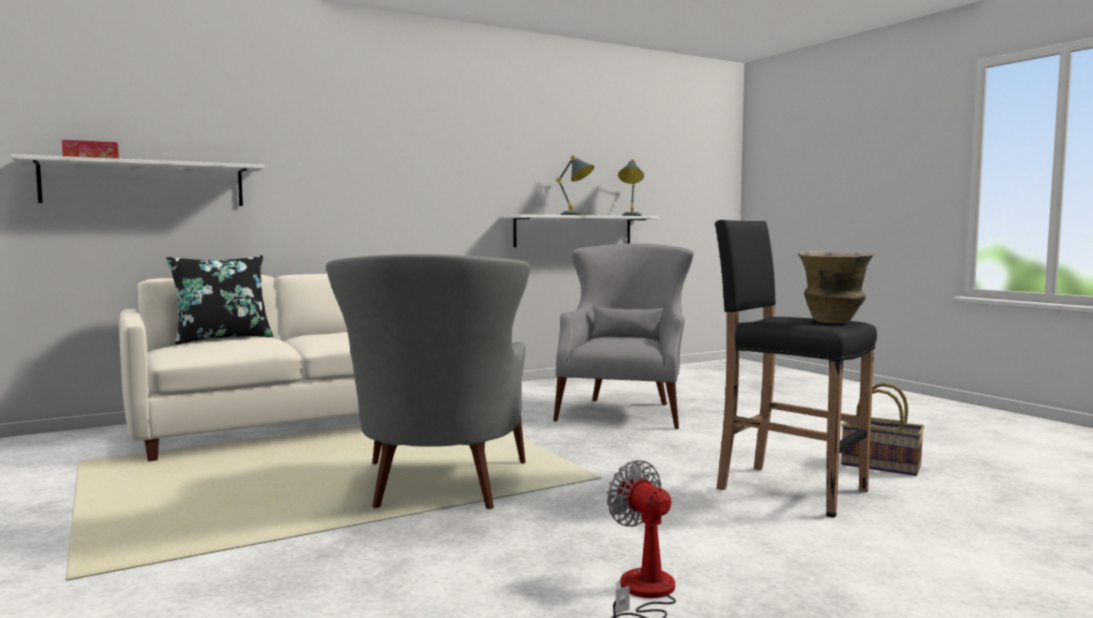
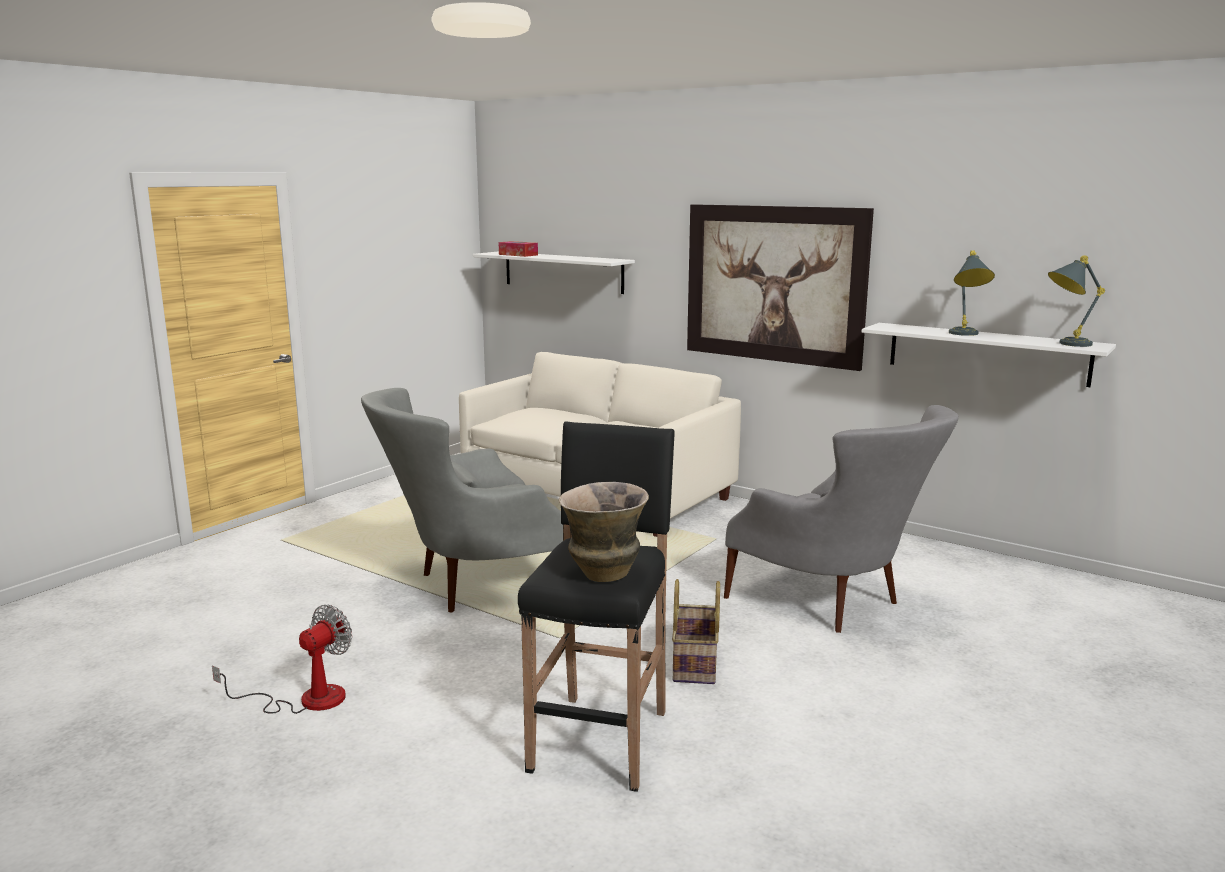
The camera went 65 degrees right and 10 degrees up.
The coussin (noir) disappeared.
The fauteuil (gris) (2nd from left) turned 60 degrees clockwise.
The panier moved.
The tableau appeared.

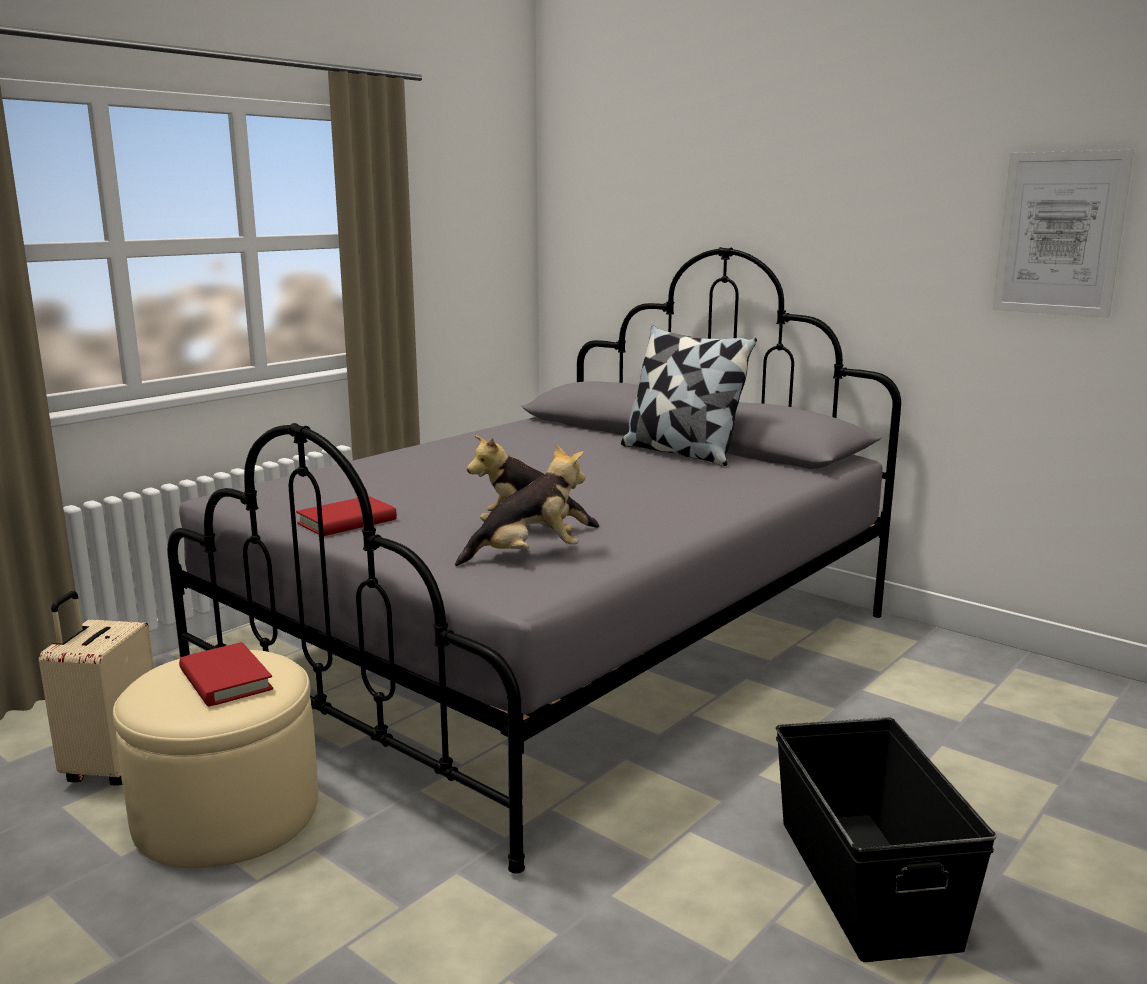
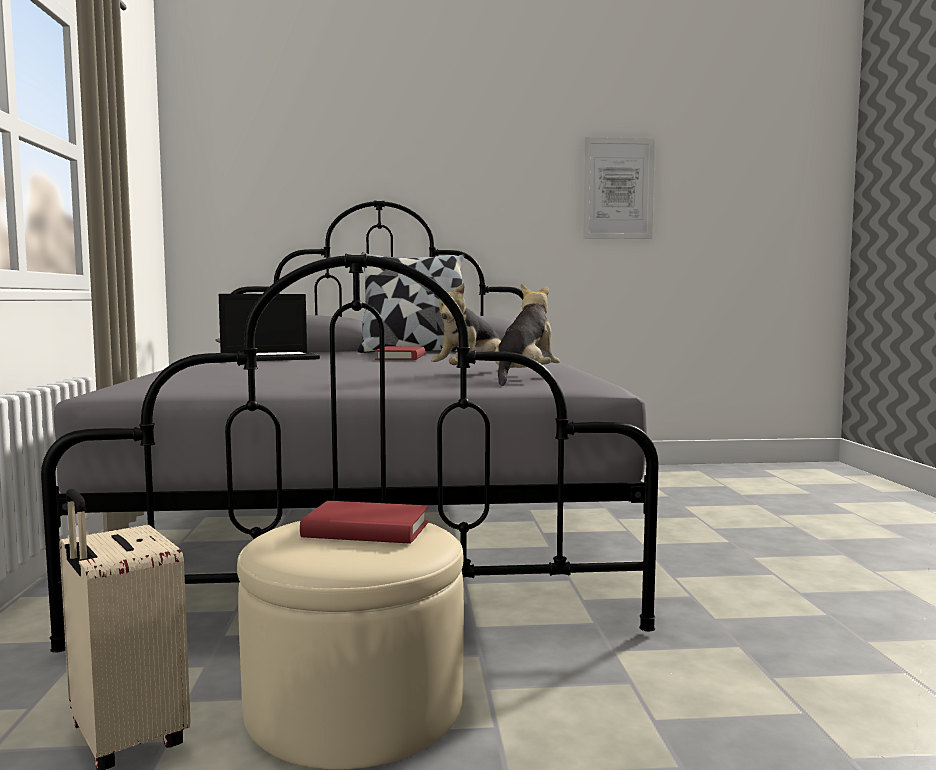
The camera went 45 degrees left and 10 degrees down.
The livre (rouge) (2nd from left) moved.
The boîte de rangement (noir) disappeared.
The ordinateur portable appeared.

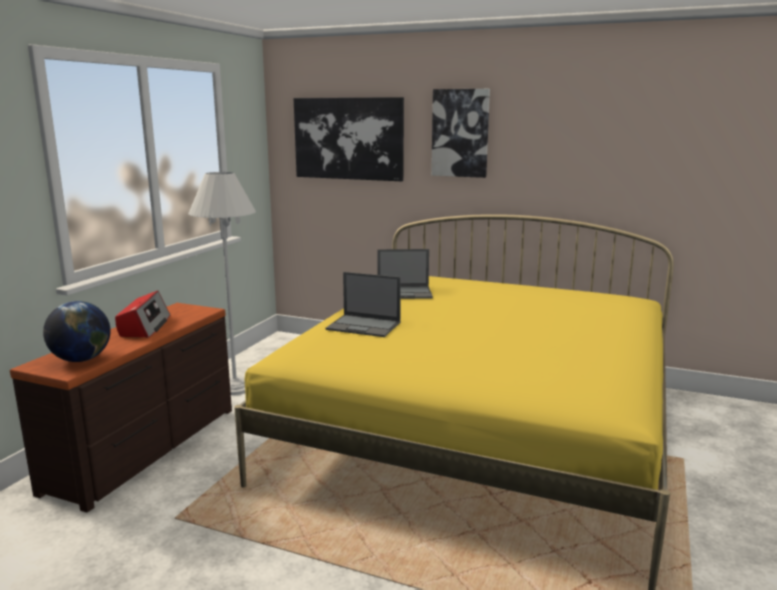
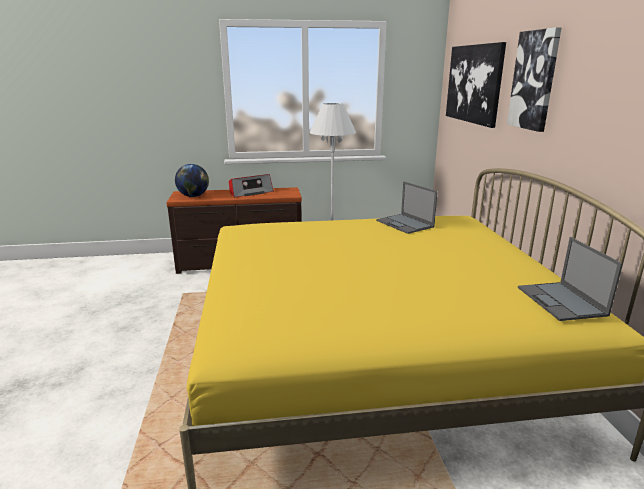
The camera went 60 degrees right and 5 degrees up.
The ordinateur portable (1st from left in the first image) moved.

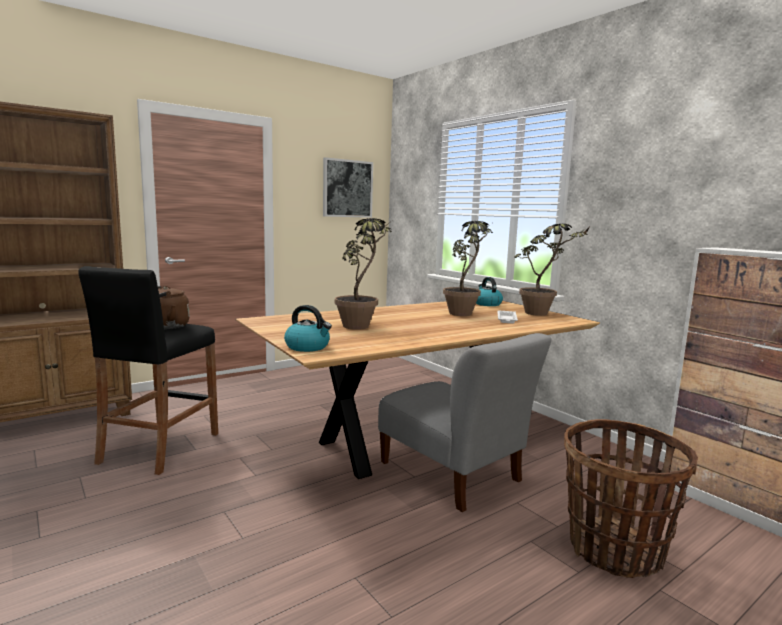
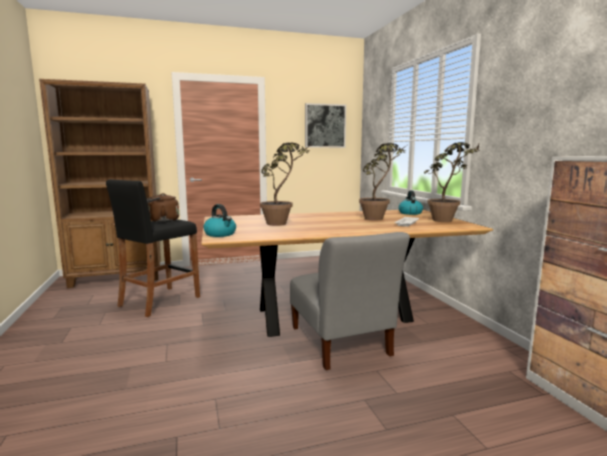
The camera went 20 degrees right and 0 degrees up.
The panier disappeared.

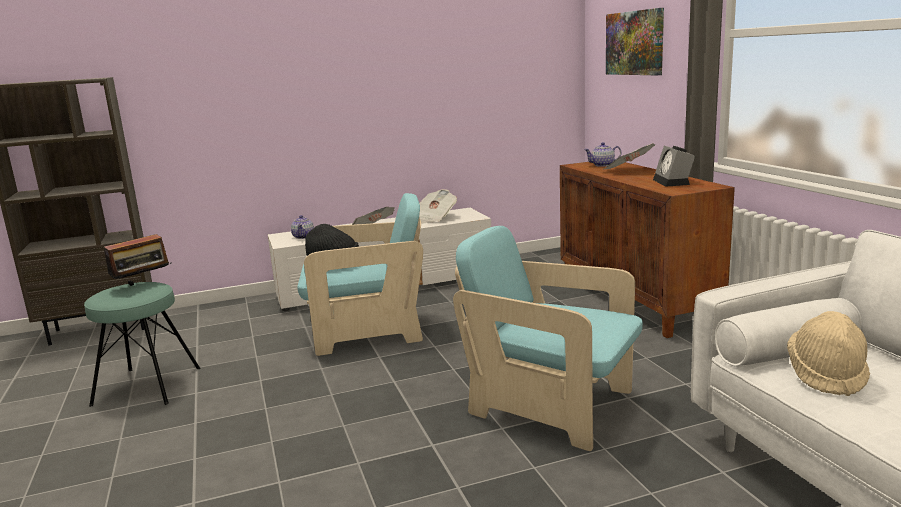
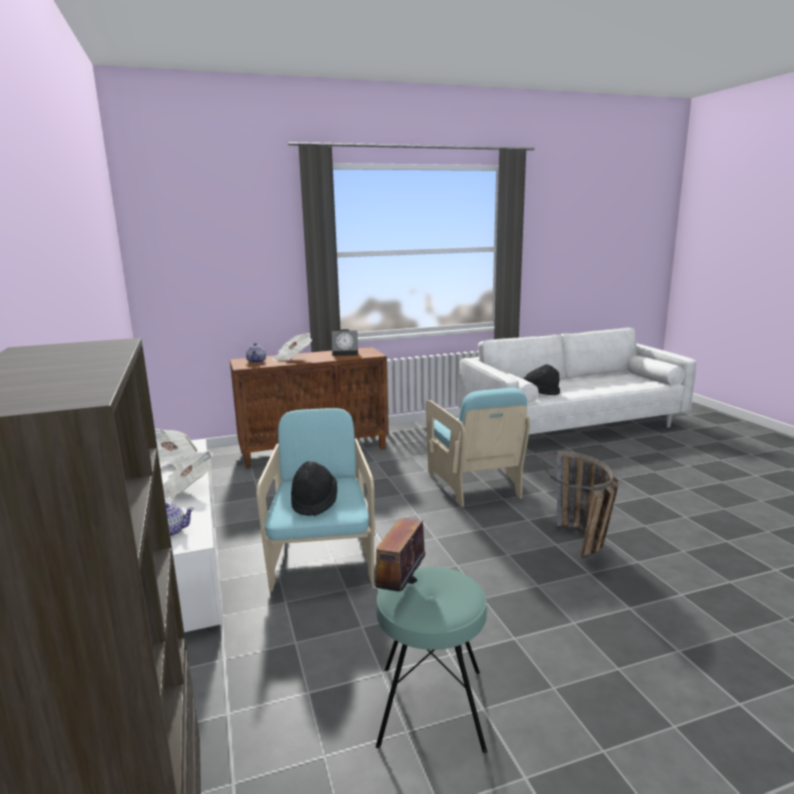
The camera went 90 degrees left and 0 degrees up.
The radio turned 120 degrees counterclockwise.
The fauteuil (turquoise) (2nd from left) turned 45 degrees counterclockwise.
The tableau disappeared.
The chapeau (beige) became the chapeau (noir) (2nd from left).
The panier appeared.

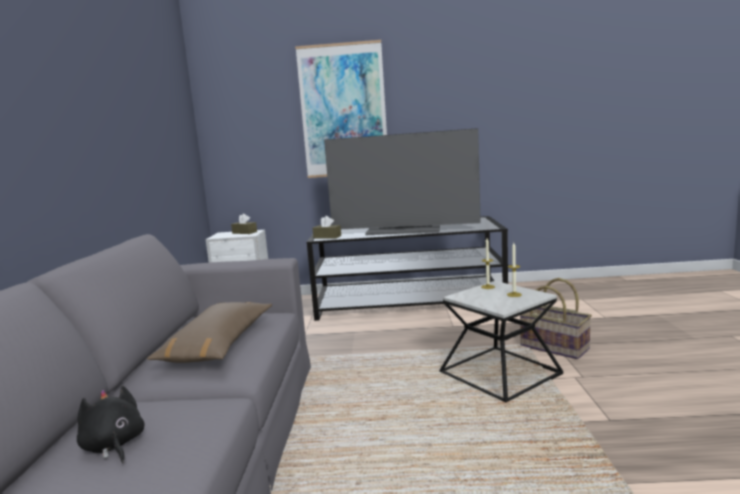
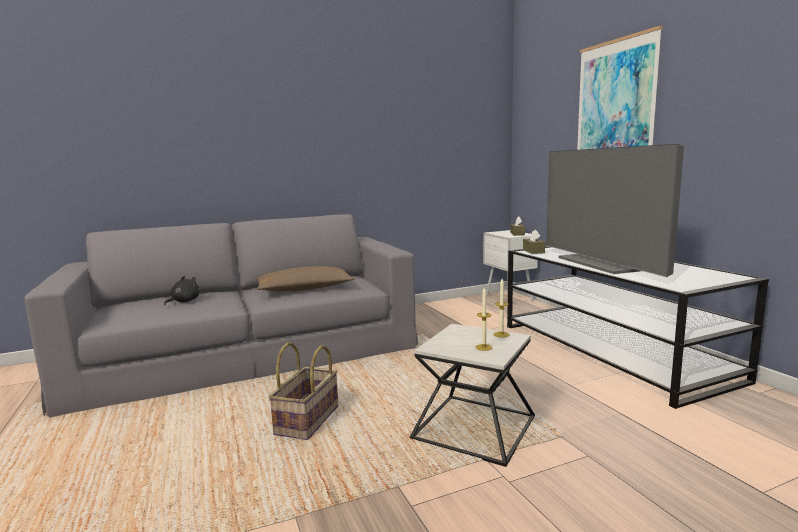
The camera went 65 degrees right and 0 degrees up.
The panier moved.

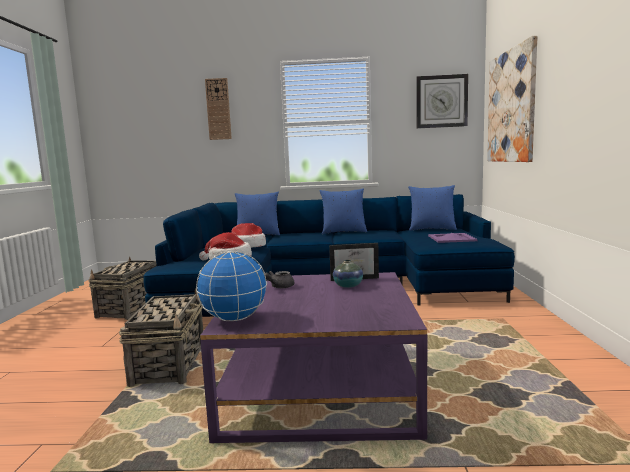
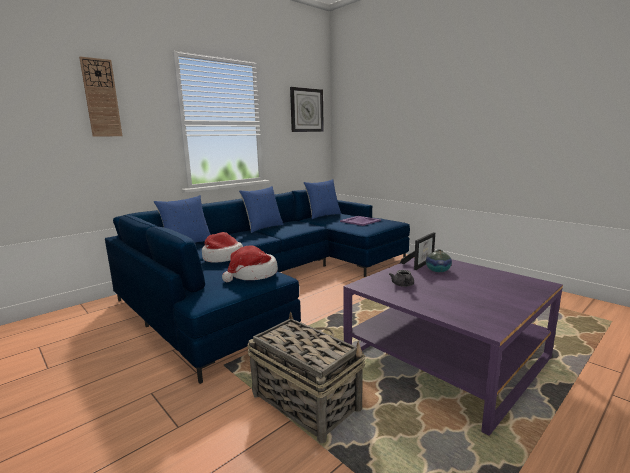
The camera went 45 degrees left and 5 degrees up.
The panier (1st from left) disappeared.
The globe disappeared.
The tableau disappeared.

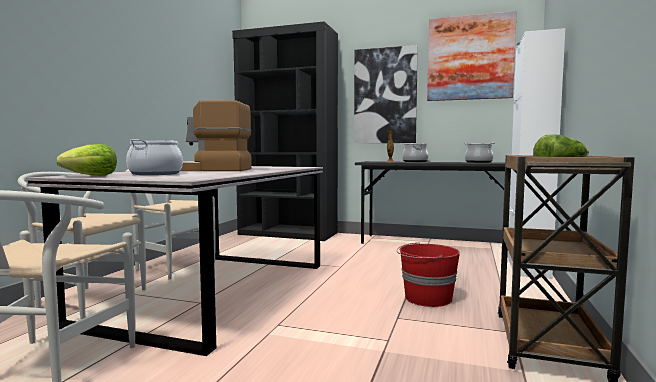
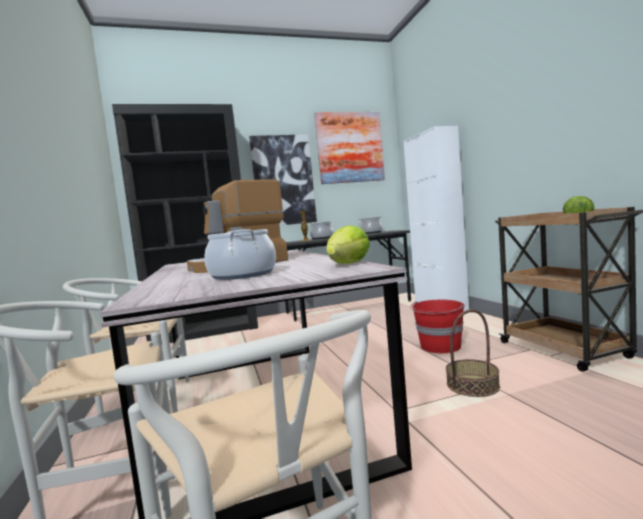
The camera went 35 degrees left and 0 degrees up.
The laitue (1st from left) moved.
The panier appeared.

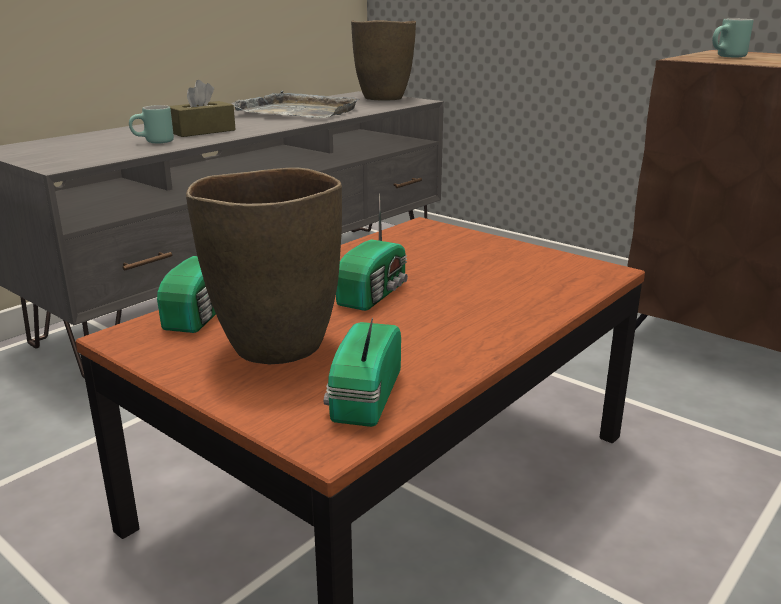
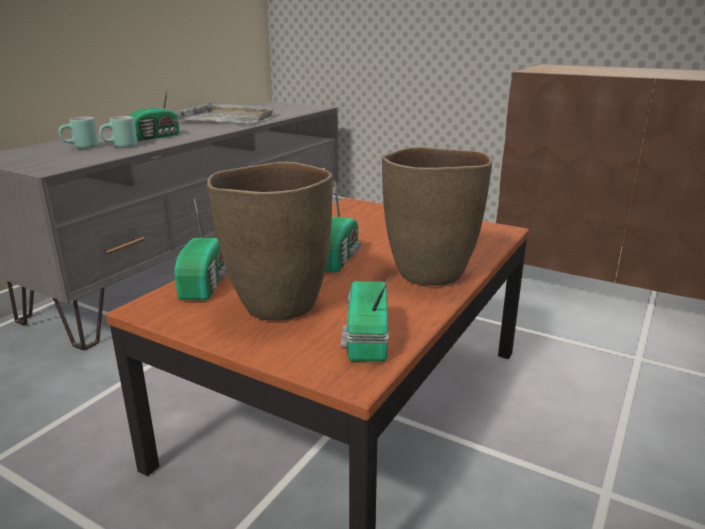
The camera went 10 degrees left and 0 degrees up.
The boîte à mouchoirs (marron) was replaced by the radio (1st from left).
The vase (marron) (2nd from left) moved.
The mug (turquoise) (2nd from left in the first image) moved.

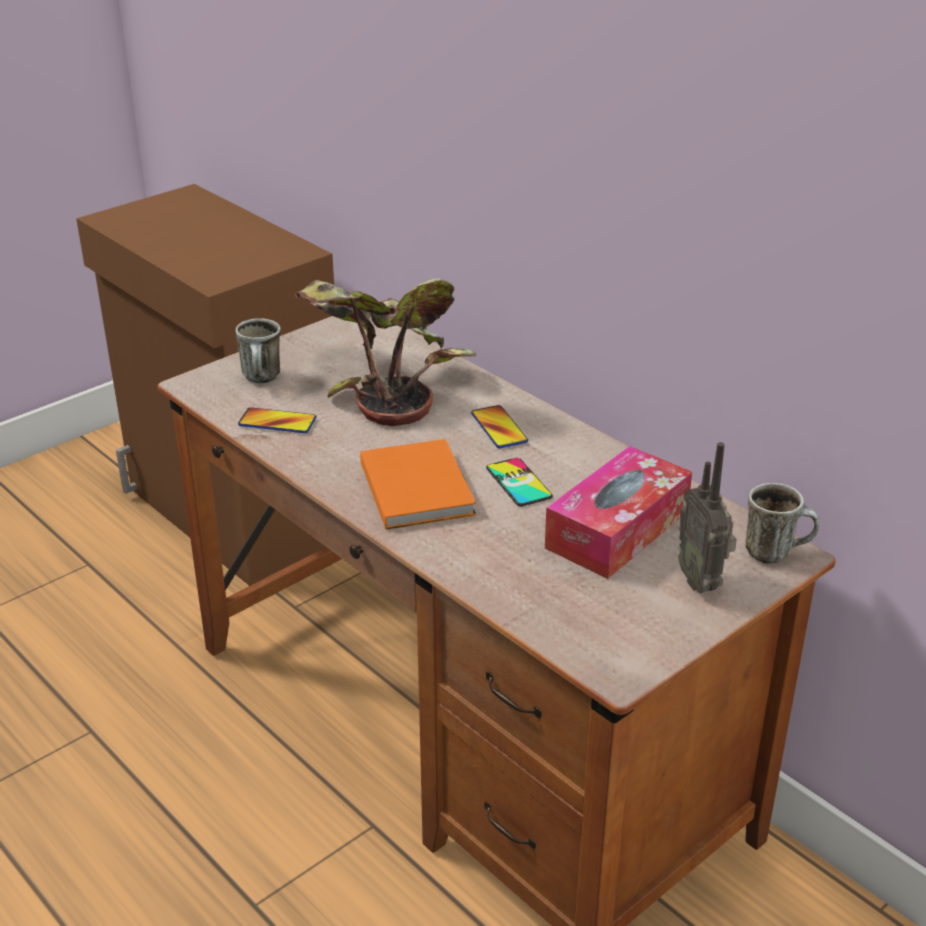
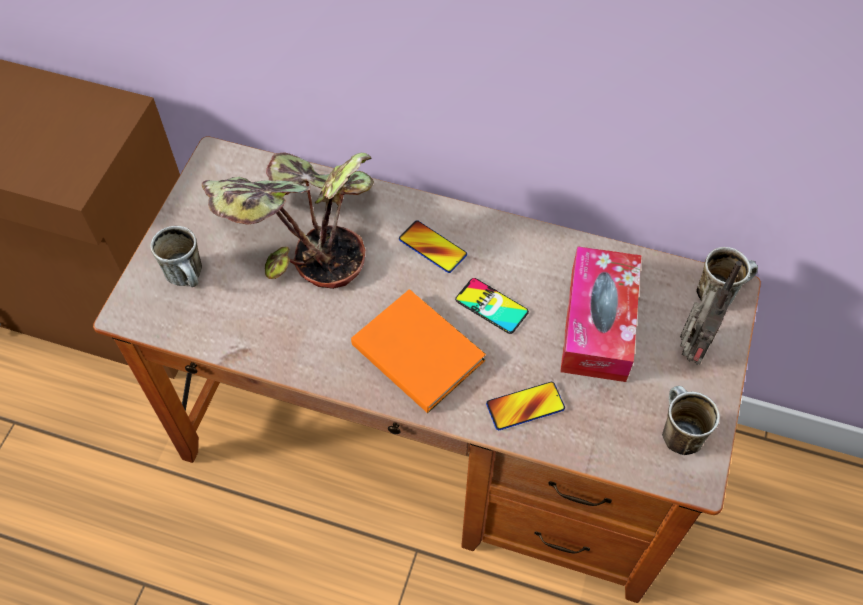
The camera went 30 degrees left and 25 degrees up.
The téléphone (1st from left in the first image) moved.
The radio turned 105 degrees counterclockwise.
The mug (2nd from left) appeared.

